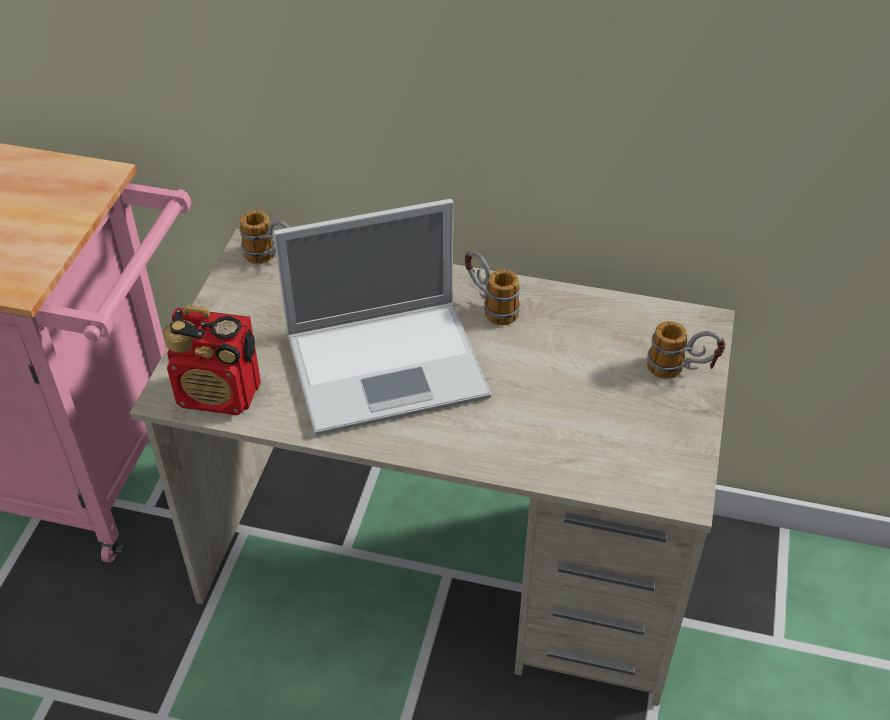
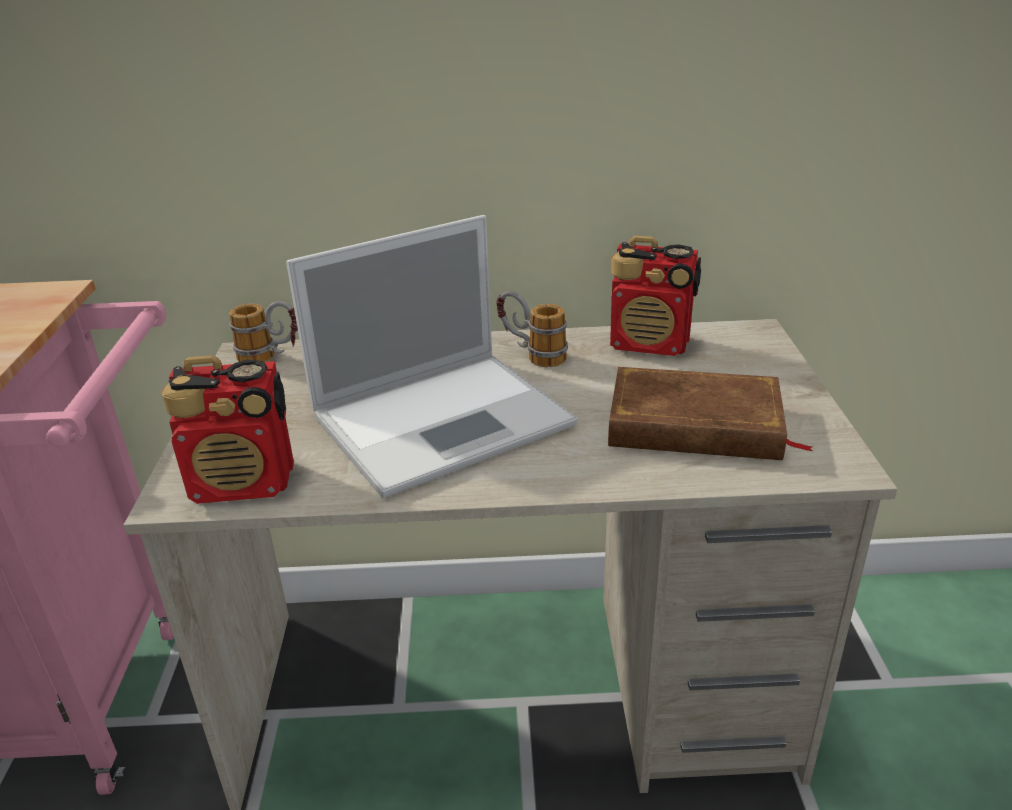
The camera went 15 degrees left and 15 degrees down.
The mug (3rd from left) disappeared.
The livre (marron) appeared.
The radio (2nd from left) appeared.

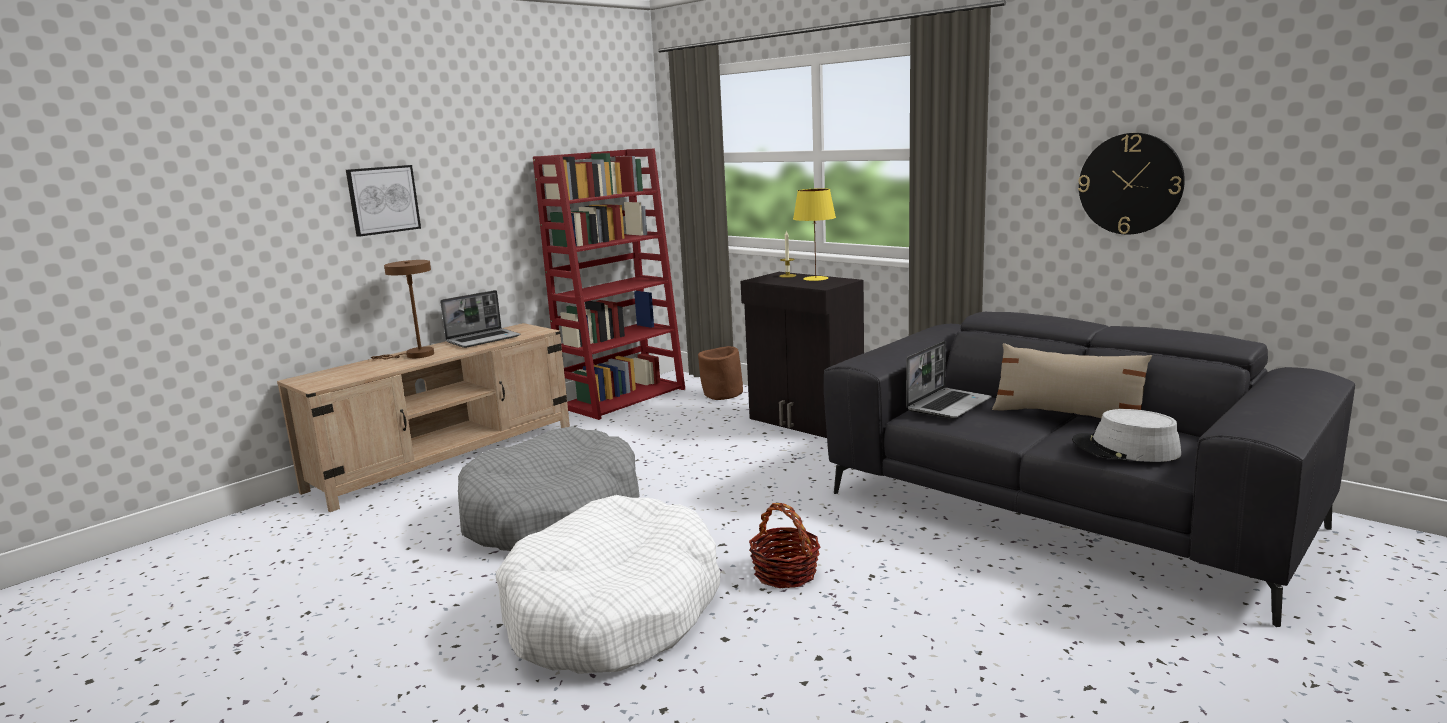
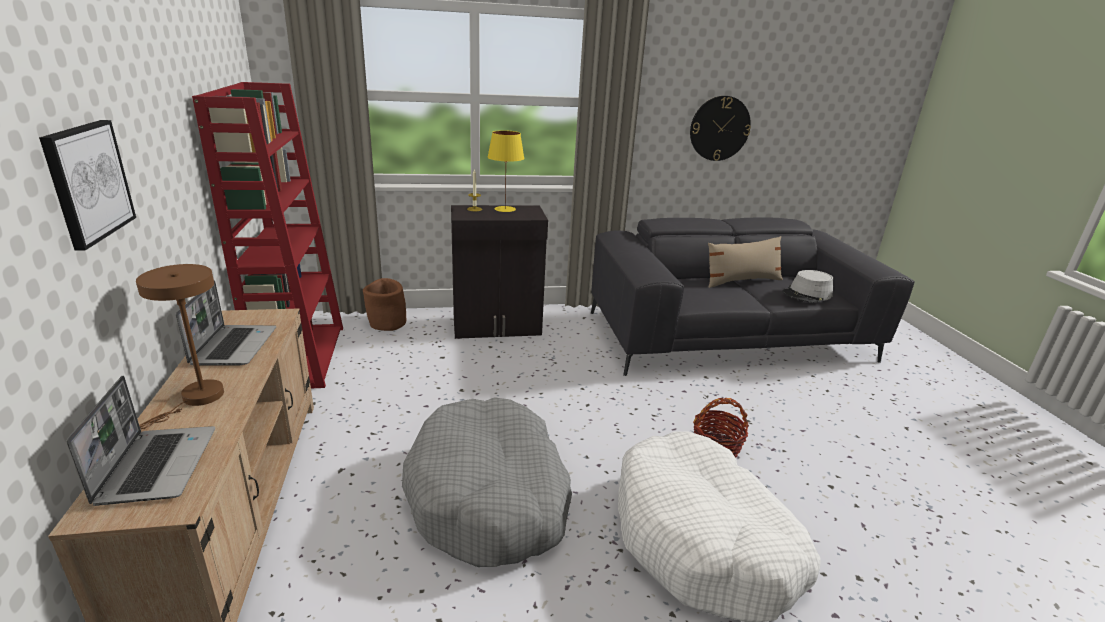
The camera went 55 degrees left and 10 degrees up.
The ordinateur portable (2nd from left in the first image) moved.

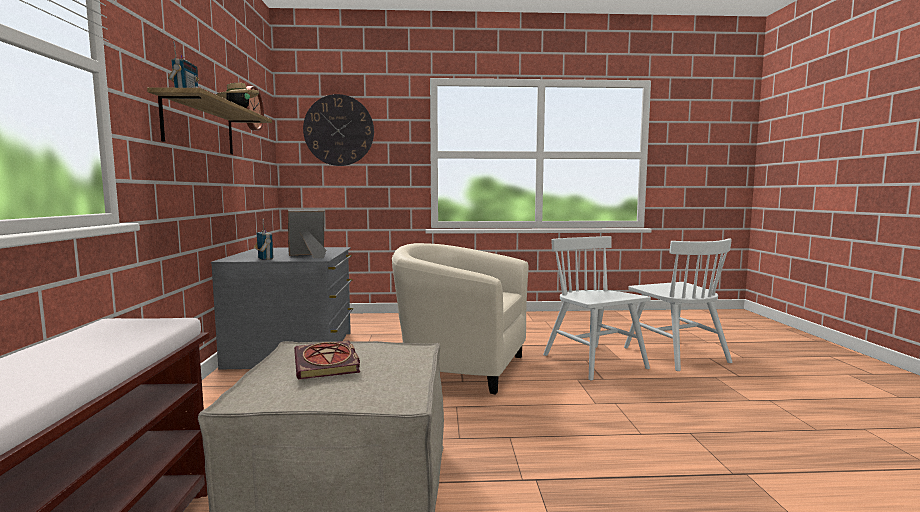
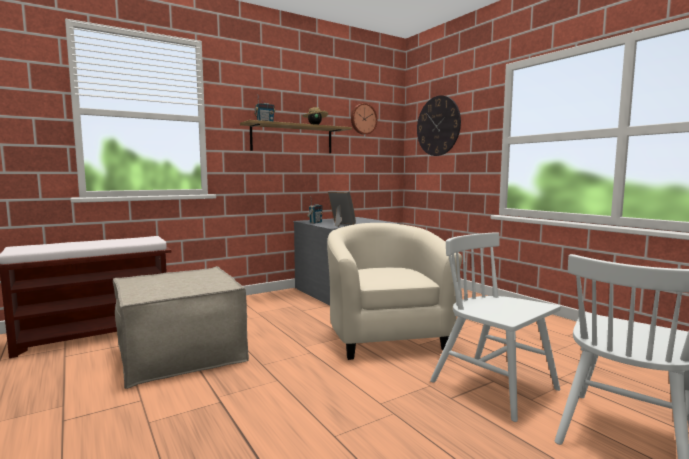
The camera went 60 degrees right and 0 degrees up.
The livre disappeared.
The chaise (blanc) (1st from left) turned 75 degrees counterclockwise.

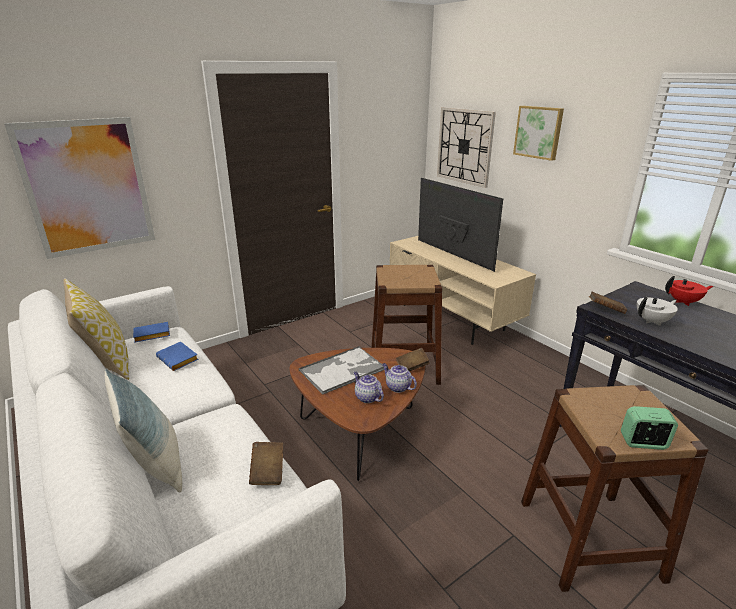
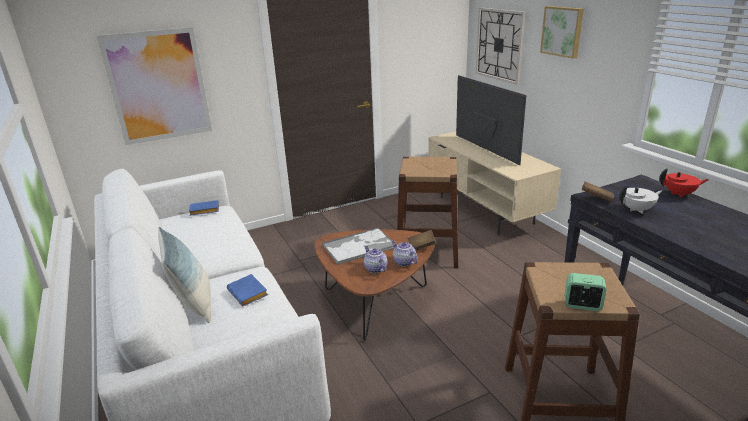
The camera went 10 degrees right and 0 degrees up.
The coussin (1st from left) disappeared.
The livre (bleu) (2nd from left) moved.
The livre (marron) (1st from left) disappeared.

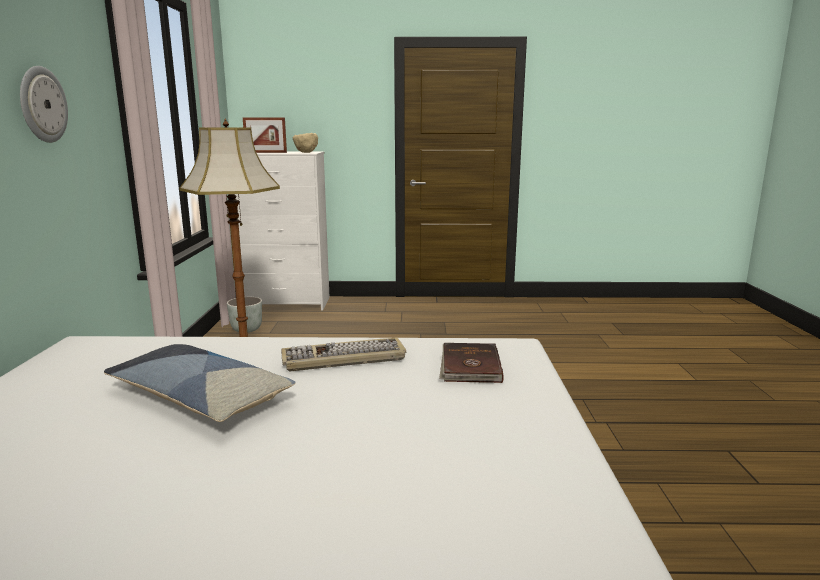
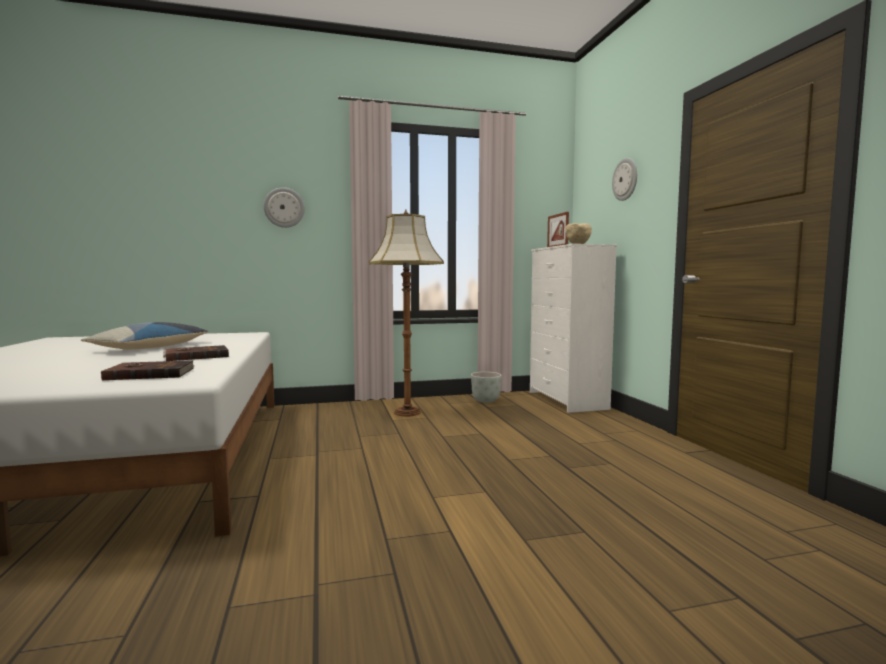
The camera went 75 degrees right and 10 degrees down.
The clavier was replaced by the livre (marron) (2nd from left).
The horloge murale (2nd from left) appeared.

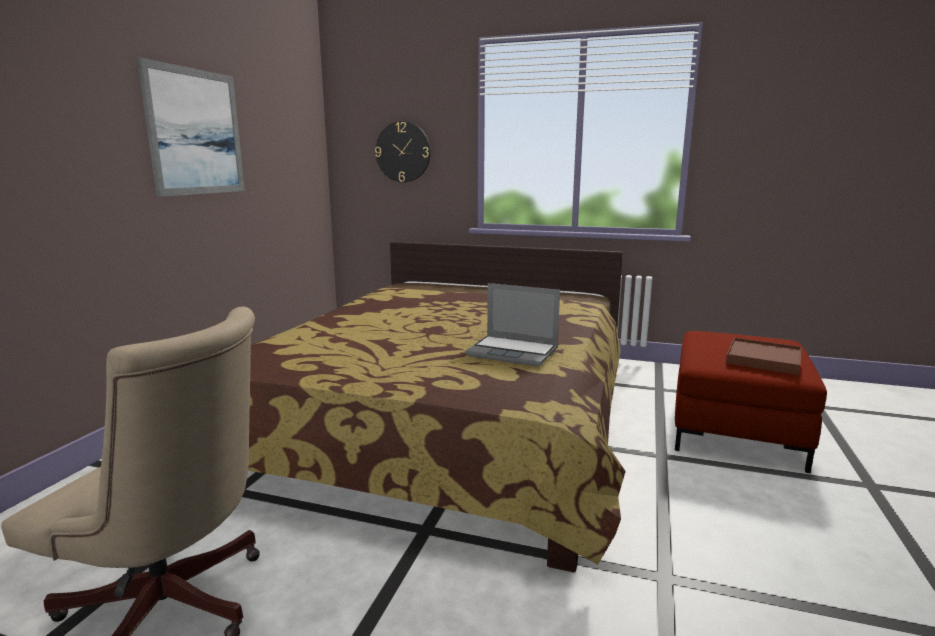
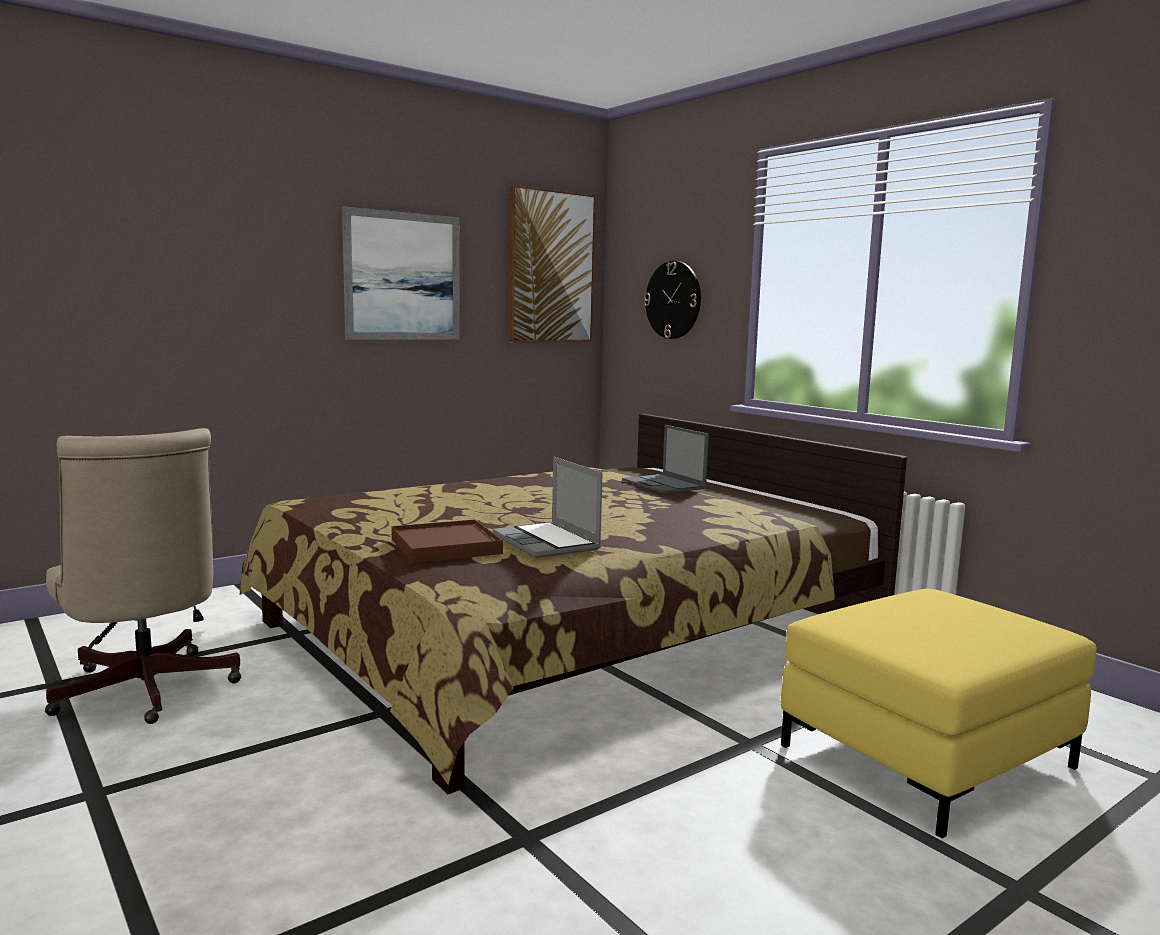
The camera went 35 degrees right and 5 degrees down.
The pouf (rouge) became the pouf (jaune).
The plateau (marron) moved.
The tableau (2nd from left) appeared.
The ordinateur portable (2nd from left) appeared.

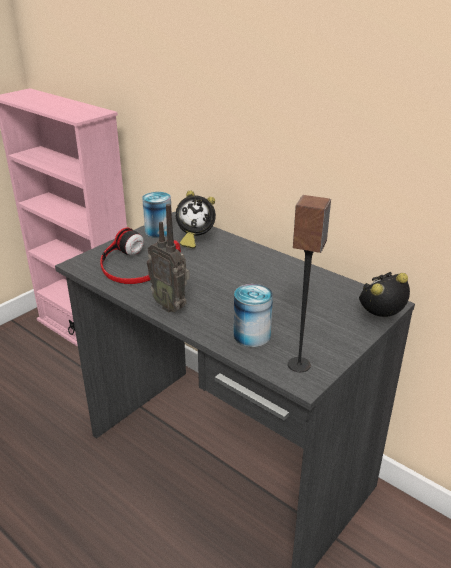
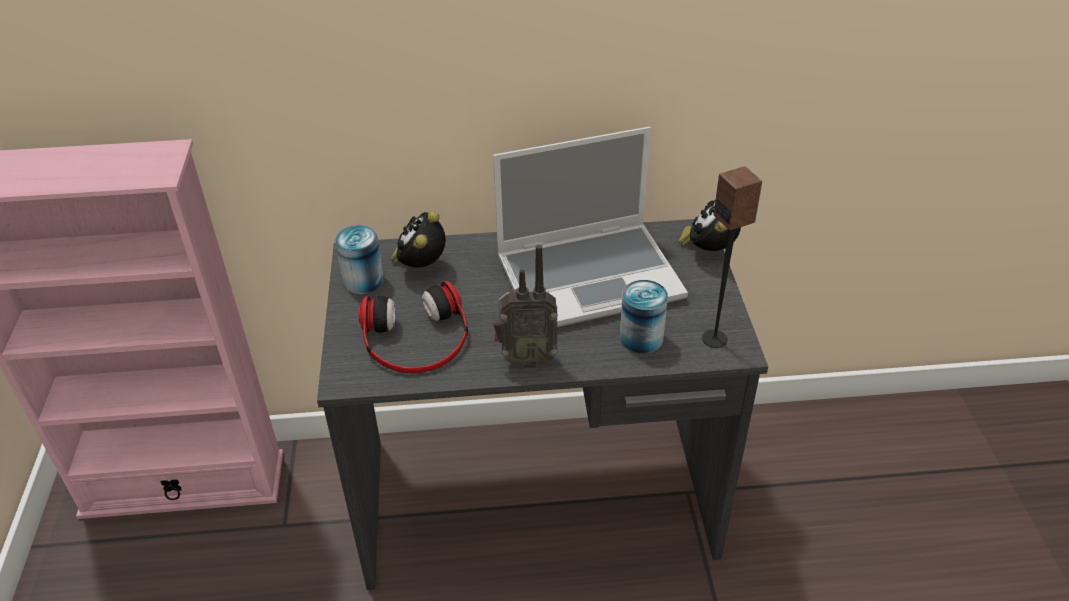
The camera went 45 degrees left and 10 degrees up.
The réveil (1st from left) turned 150 degrees clockwise.
The ordinateur portable appeared.

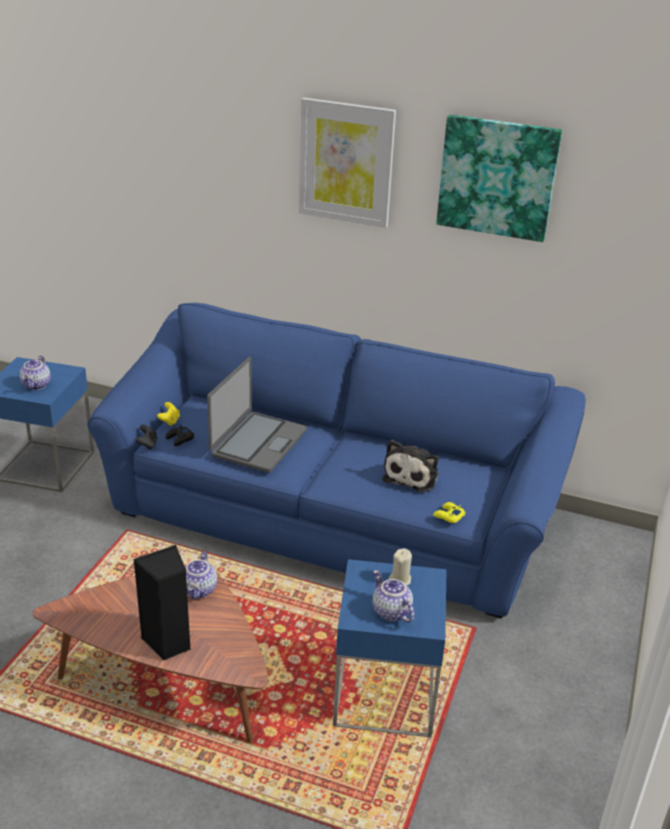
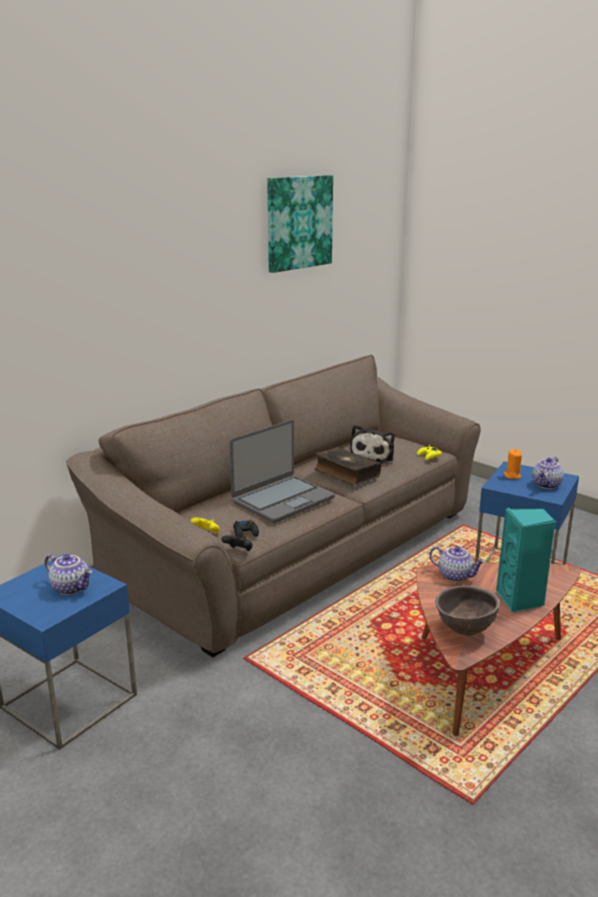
The camera went 65 degrees left and 10 degrees down.
The canapé (bleu) became the canapé (marron).
The enceinte (noir) became the enceinte (turquoise).
The ordinateur portable turned 90 degrees clockwise.
The tableau (1st from left) disappeared.
The théière (3rd from left) turned 45 degrees counterclockwise.
The peluche turned 60 degrees clockwise.
The bougie (beige) became the bougie (orange).
The livre appeared.
The bol (marron) appeared.

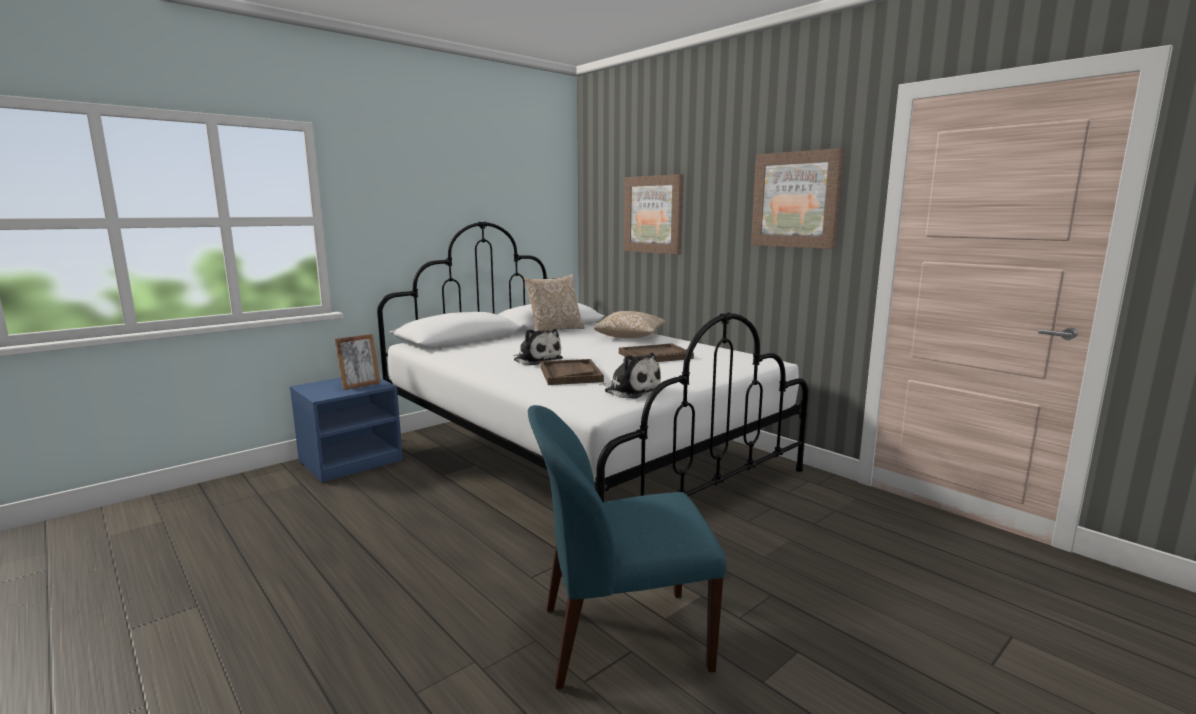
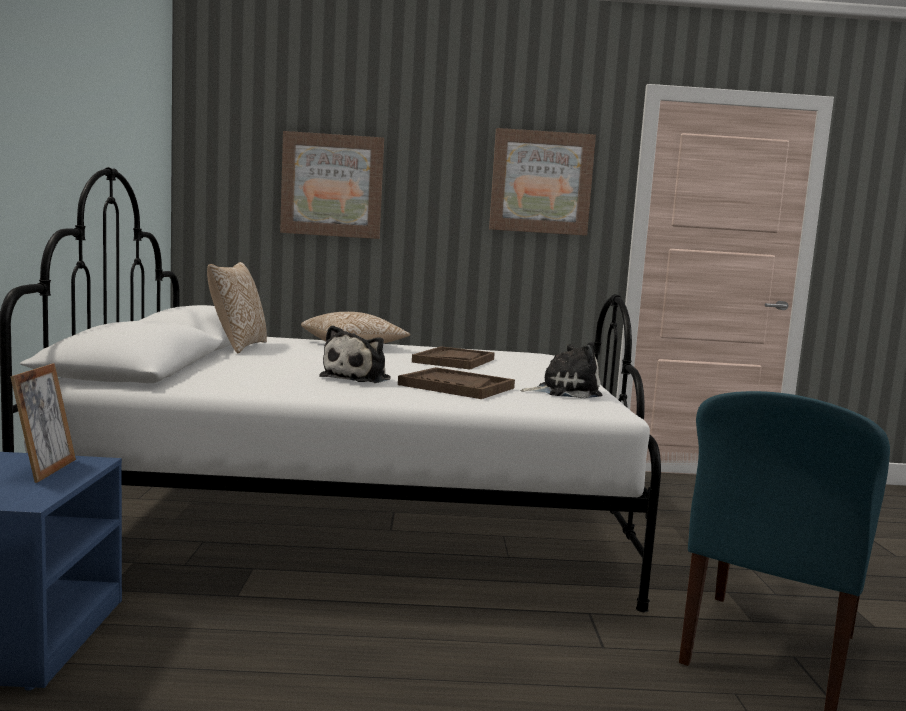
The camera went 50 degrees left and 5 degrees down.
The peluche (1st from left) turned 120 degrees clockwise.

